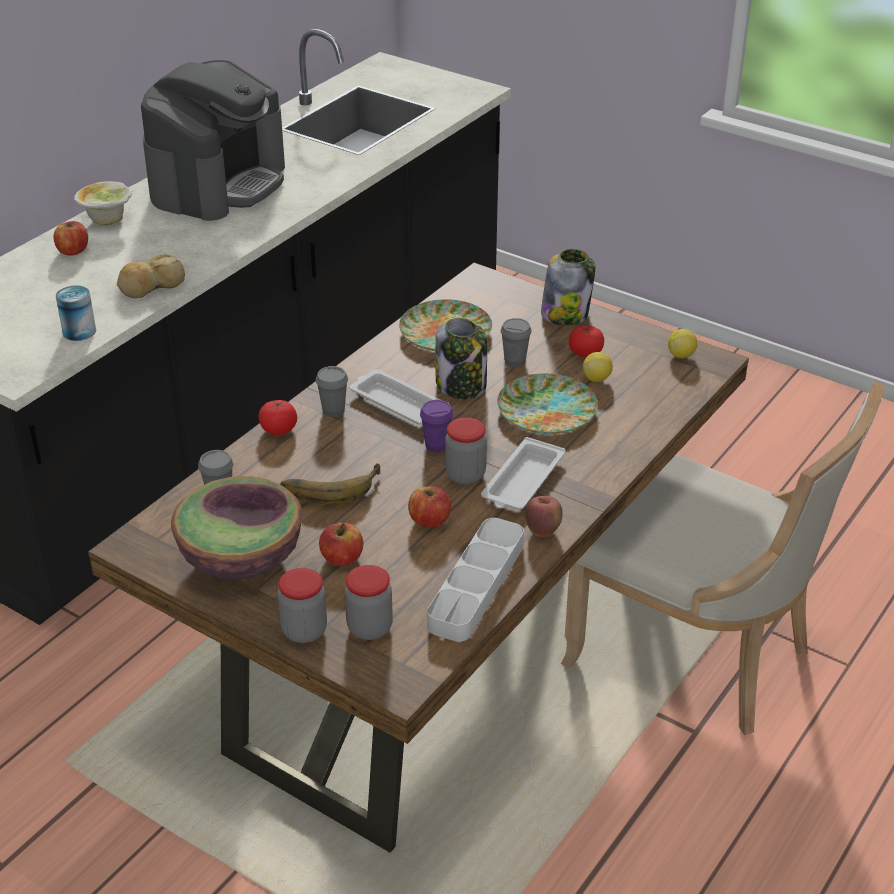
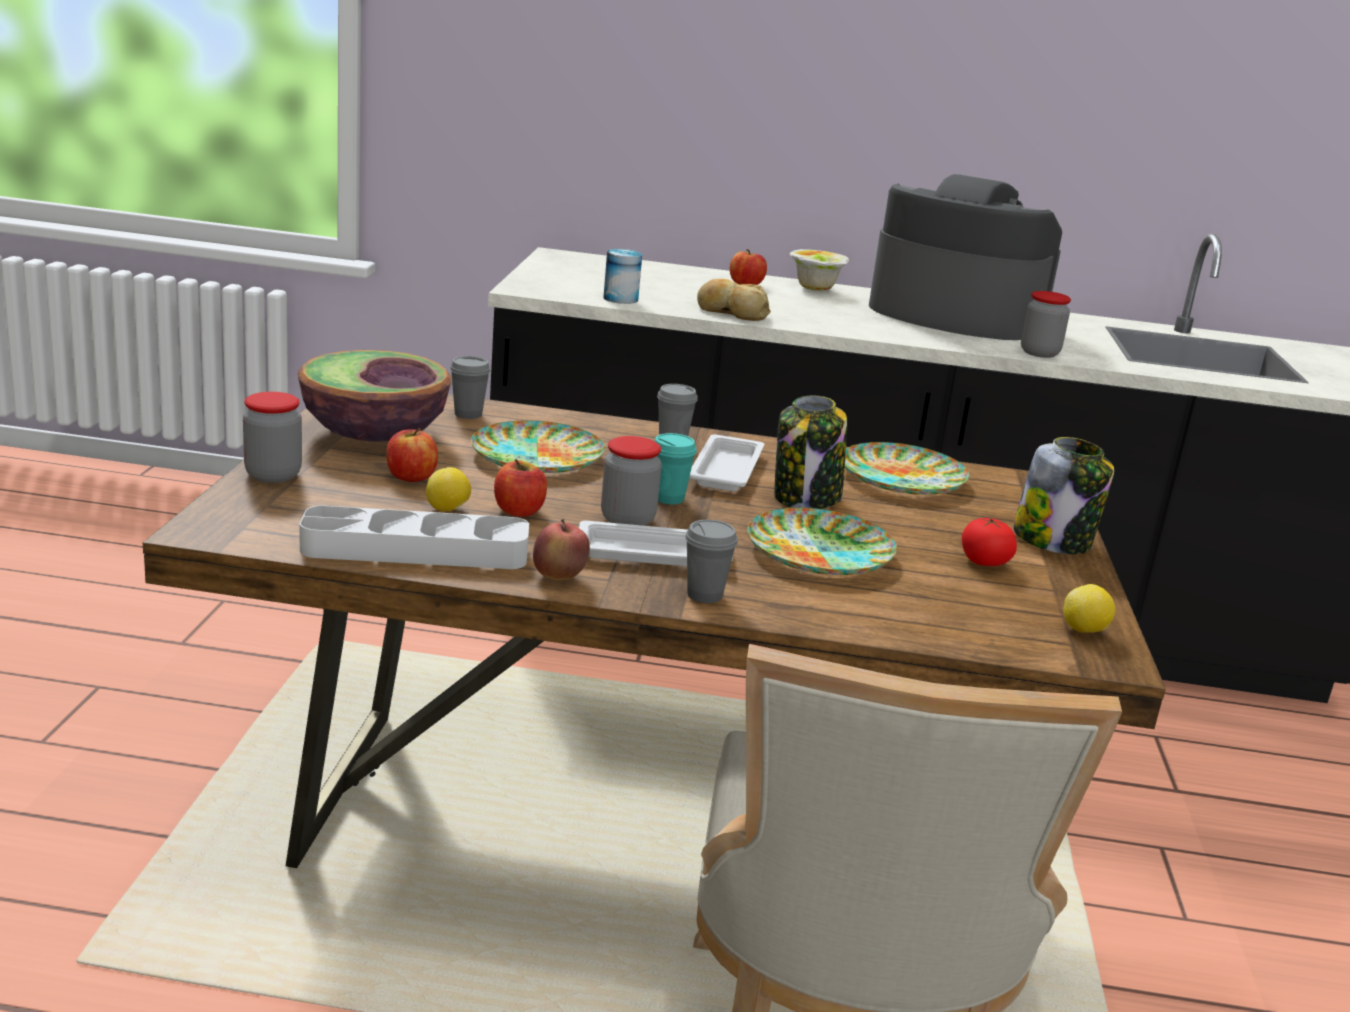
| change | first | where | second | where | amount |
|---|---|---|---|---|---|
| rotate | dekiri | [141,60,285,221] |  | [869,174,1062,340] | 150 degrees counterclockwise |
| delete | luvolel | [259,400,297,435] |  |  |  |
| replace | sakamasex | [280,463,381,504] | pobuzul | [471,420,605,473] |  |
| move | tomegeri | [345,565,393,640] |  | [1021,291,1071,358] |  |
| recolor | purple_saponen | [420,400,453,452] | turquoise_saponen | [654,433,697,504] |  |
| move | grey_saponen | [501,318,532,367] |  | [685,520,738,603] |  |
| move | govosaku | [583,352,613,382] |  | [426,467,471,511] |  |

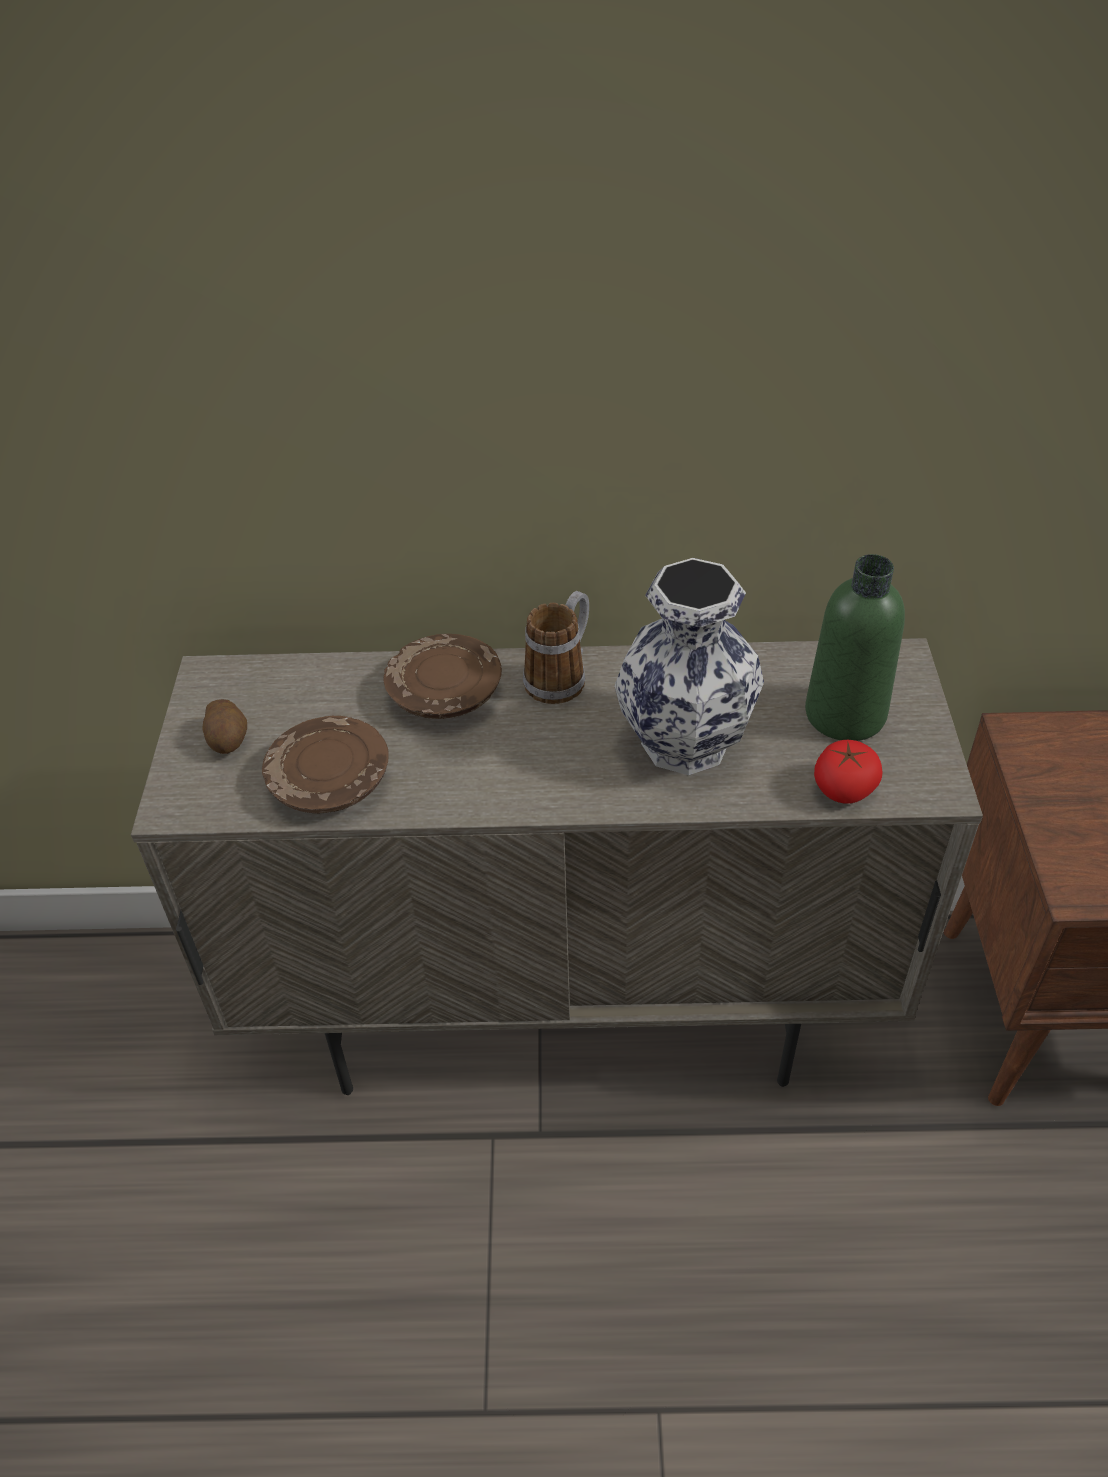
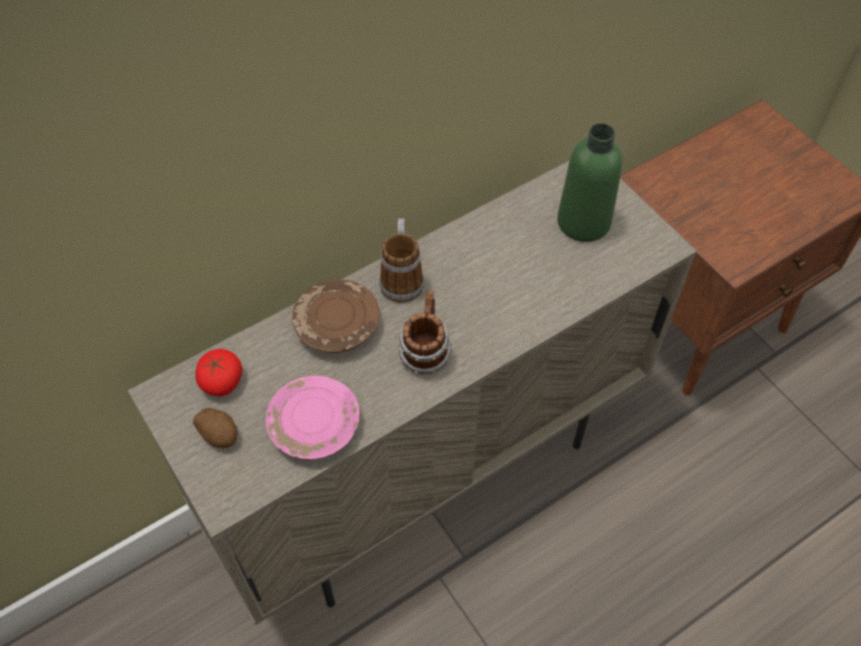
| change | first | where | second | where | amount |
|---|---|---|---|---|---|
| recolor | brown_pobuzul | [262,716,389,813] | pink_pobuzul | [265,375,360,460] |  |
| delete | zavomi | [615,558,764,775] |  |  |  |
| move | luvolel | [814,740,883,804] |  | [196,349,242,396] |  |
| insert |  |  | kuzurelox | [398,291,452,375] |  |

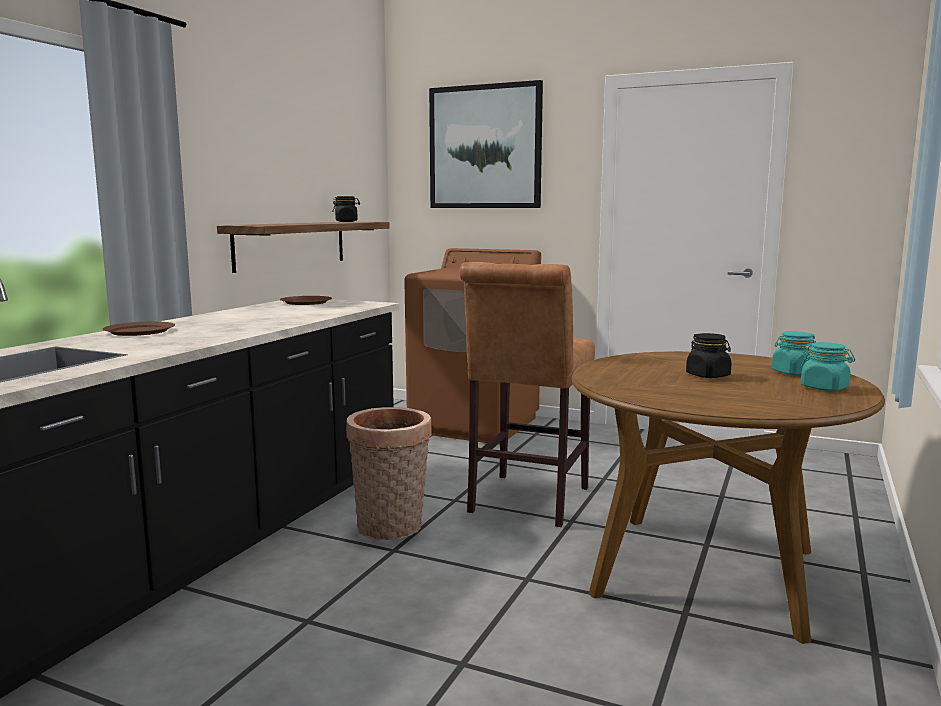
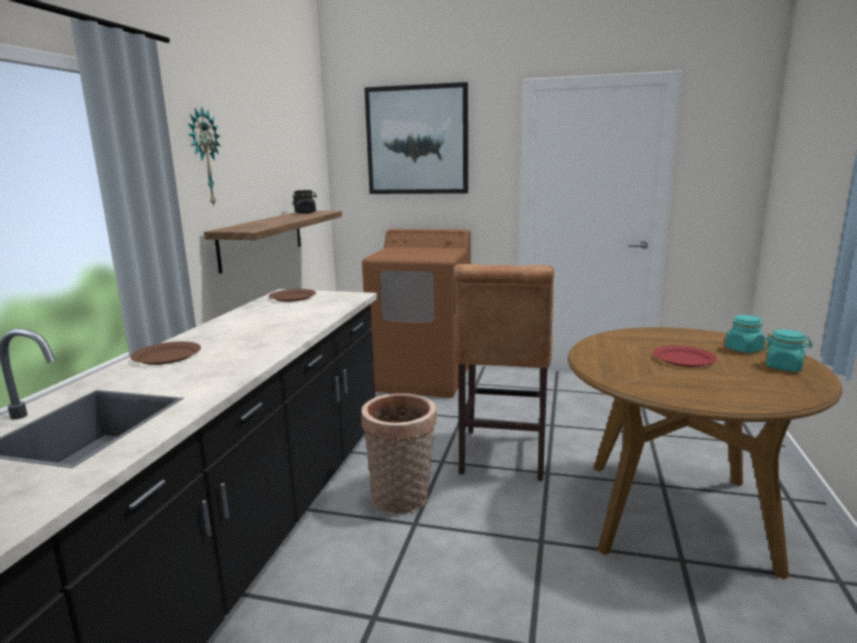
| change | first | where | second | where | amount |
|---|---|---|---|---|---|
| replace | black_tomegeri | [686,333,732,378] | red_pobuzul | [653,345,717,367] |  |
| insert |  |  | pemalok | [188,106,220,207] |  |

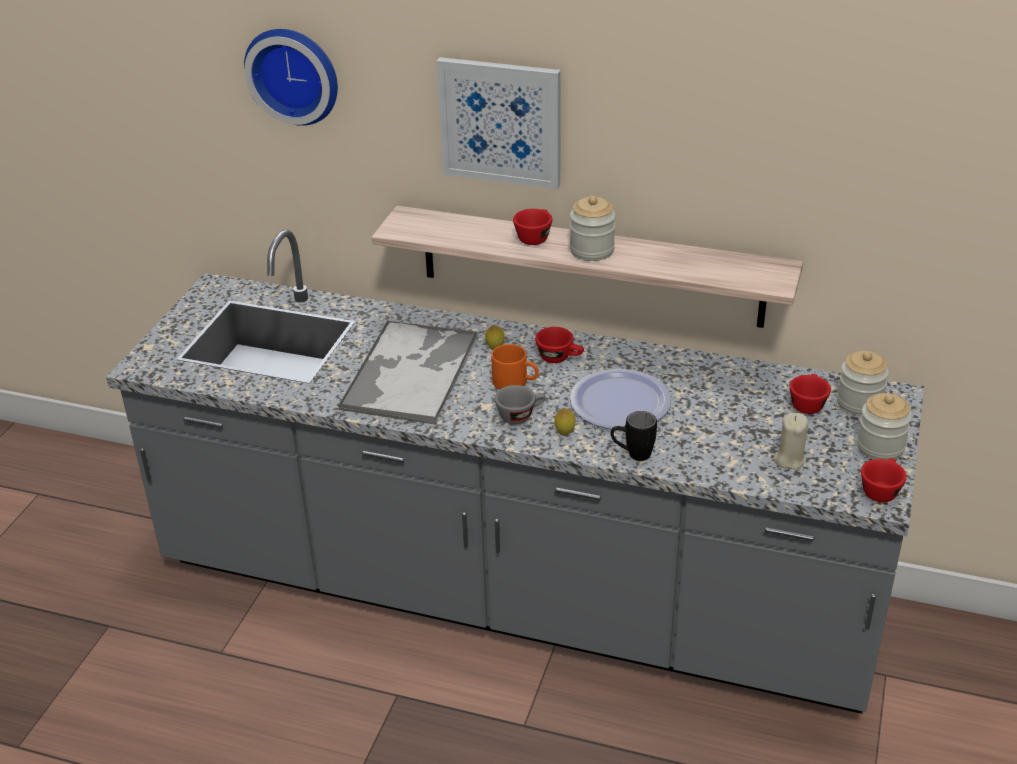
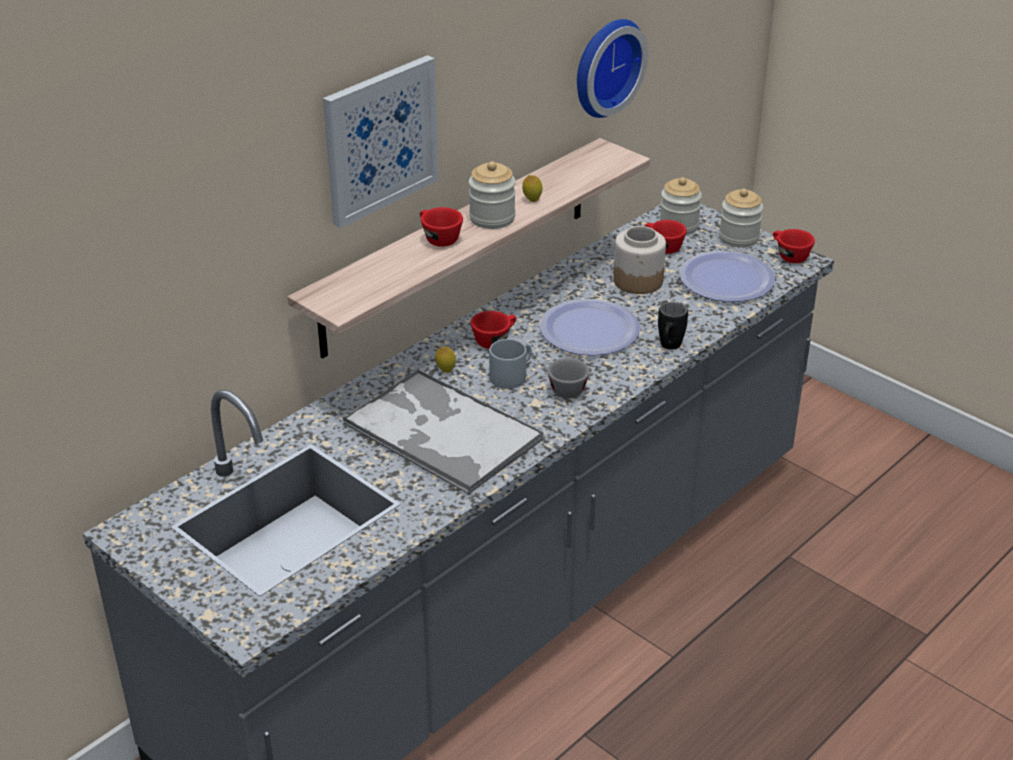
| change | first | where | second | where | amount |
|---|---|---|---|---|---|
| move | pemalok | [244,29,338,126] |  | [577,19,648,118] |  |
| recolor | orange_kuzurelox | [491,344,539,389] | grey_kuzurelox | [489,339,532,389] |  |
| move | govosaku | [554,408,575,436] |  | [522,175,542,202] |  |
| replace | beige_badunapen | [774,413,808,470] | pobuzul | [679,251,775,302] |  |
| insert |  |  | tomegeri | [613,226,666,294] |  |

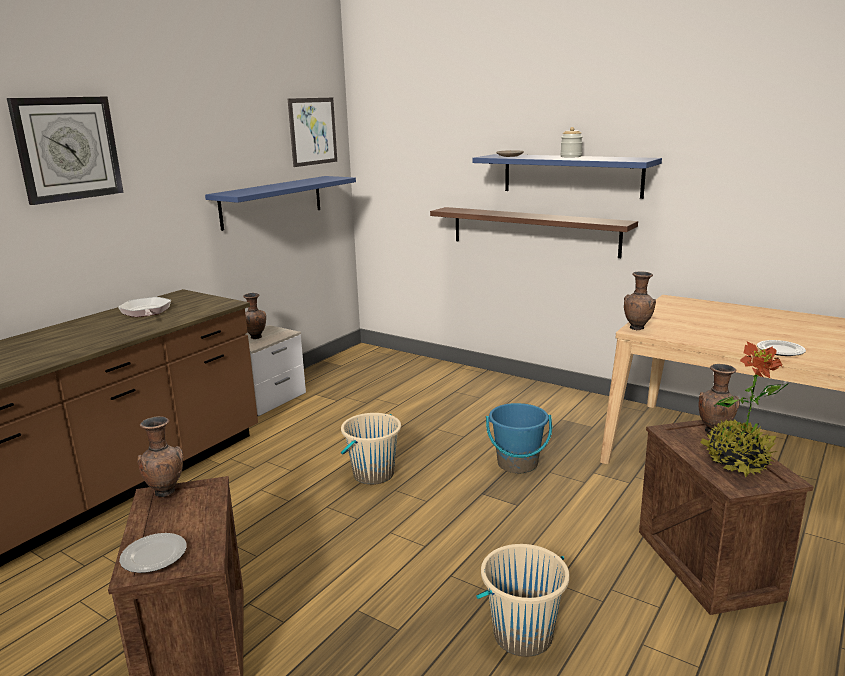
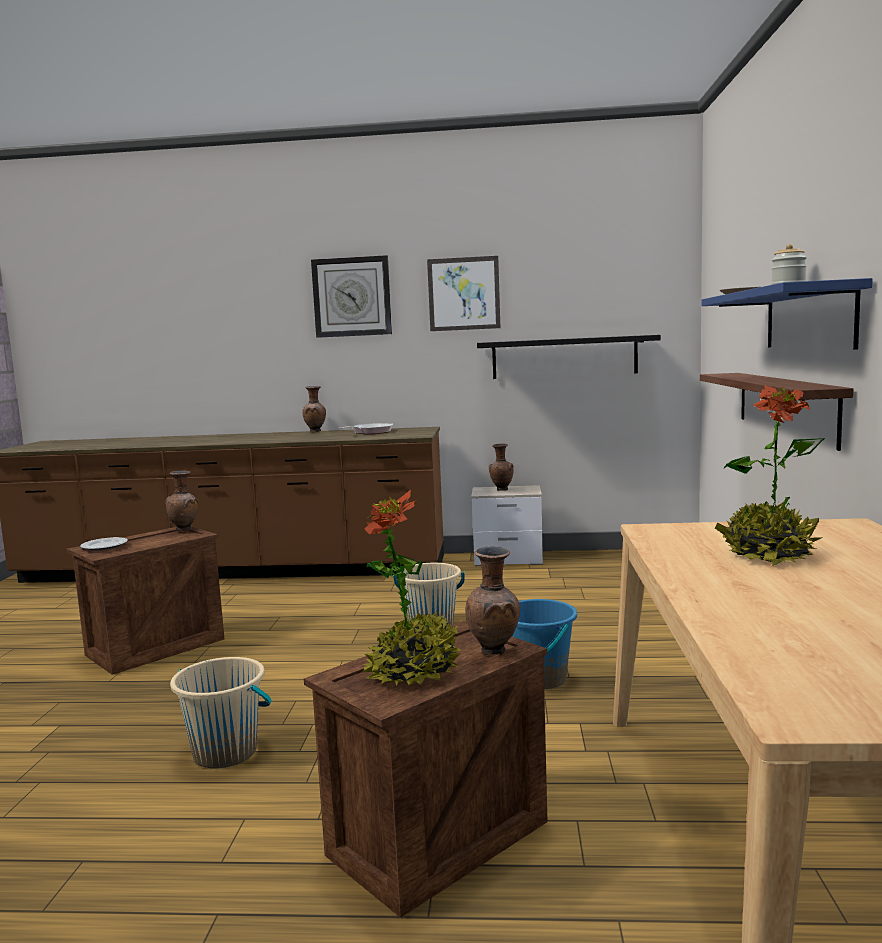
| change | first | where | second | where | amount |
|---|---|---|---|---|---|
| recolor | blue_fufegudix | [205,176,356,231] | black_fufegudix | [477,335,661,379] |  |
| move | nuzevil | [288,98,337,167] |  | [427,256,500,331] |  |
| move | brown_zavomi | [624,271,656,331] |  | [302,386,326,432] |  |
| delete | pobuzul | [757,340,806,356] |  |  |  |
| insert |  |  | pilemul | [715,385,825,566] |  |

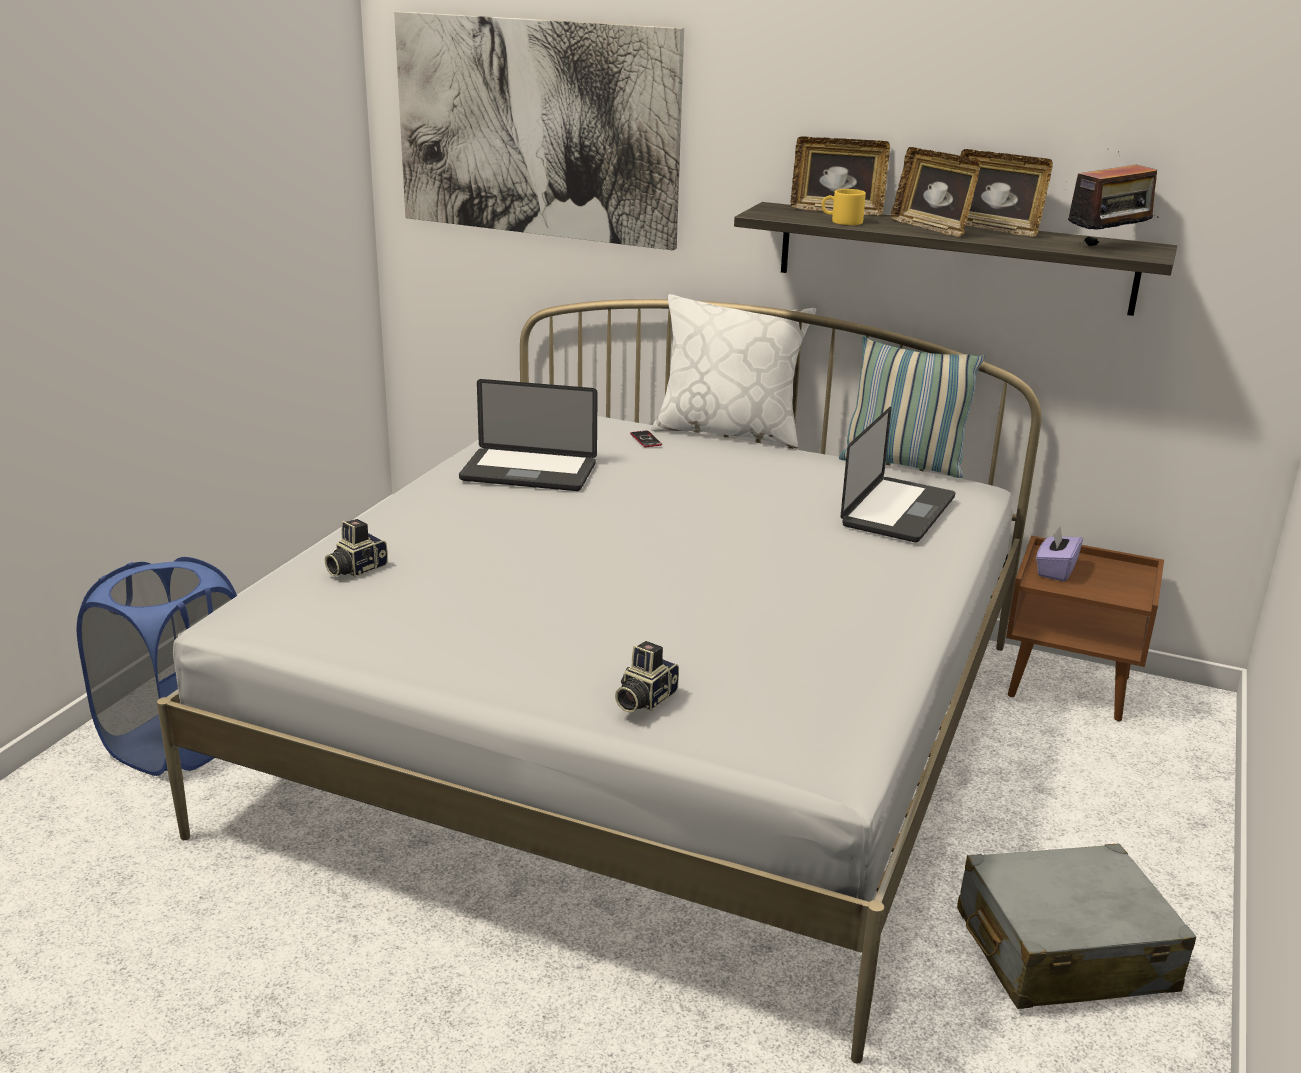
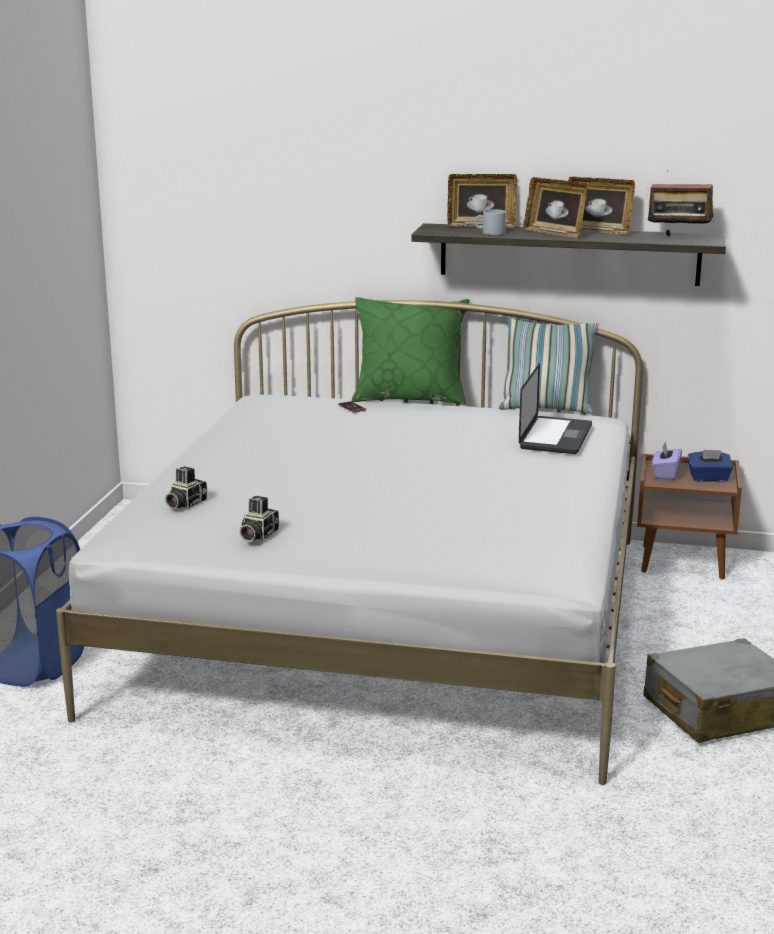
| change | first | where | second | where | amount |
|---|---|---|---|---|---|
| delete | nuzevil | [394,11,684,250] |  |  |  |
| delete | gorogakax | [459,379,598,491] |  |  |  |
| move | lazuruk | [615,641,679,713] |  | [239,496,279,542] |  |
| recolor | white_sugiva | [651,294,816,448] | green_sugiva | [352,297,470,405] |  |
| recolor | yellow_kuzurelox | [822,189,866,225] | grey_kuzurelox | [474,209,506,235] |  |
| rotate | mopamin | [1068,151,1159,246] |  | [647,170,714,236] | 60 degrees clockwise |
| insert |  |  | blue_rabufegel | [688,449,733,482] |  |

